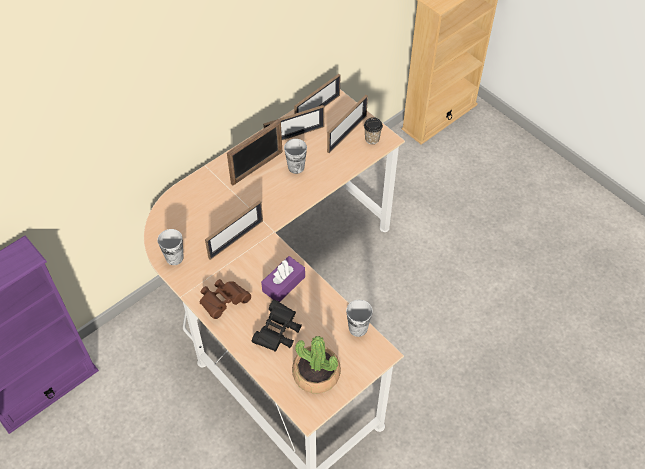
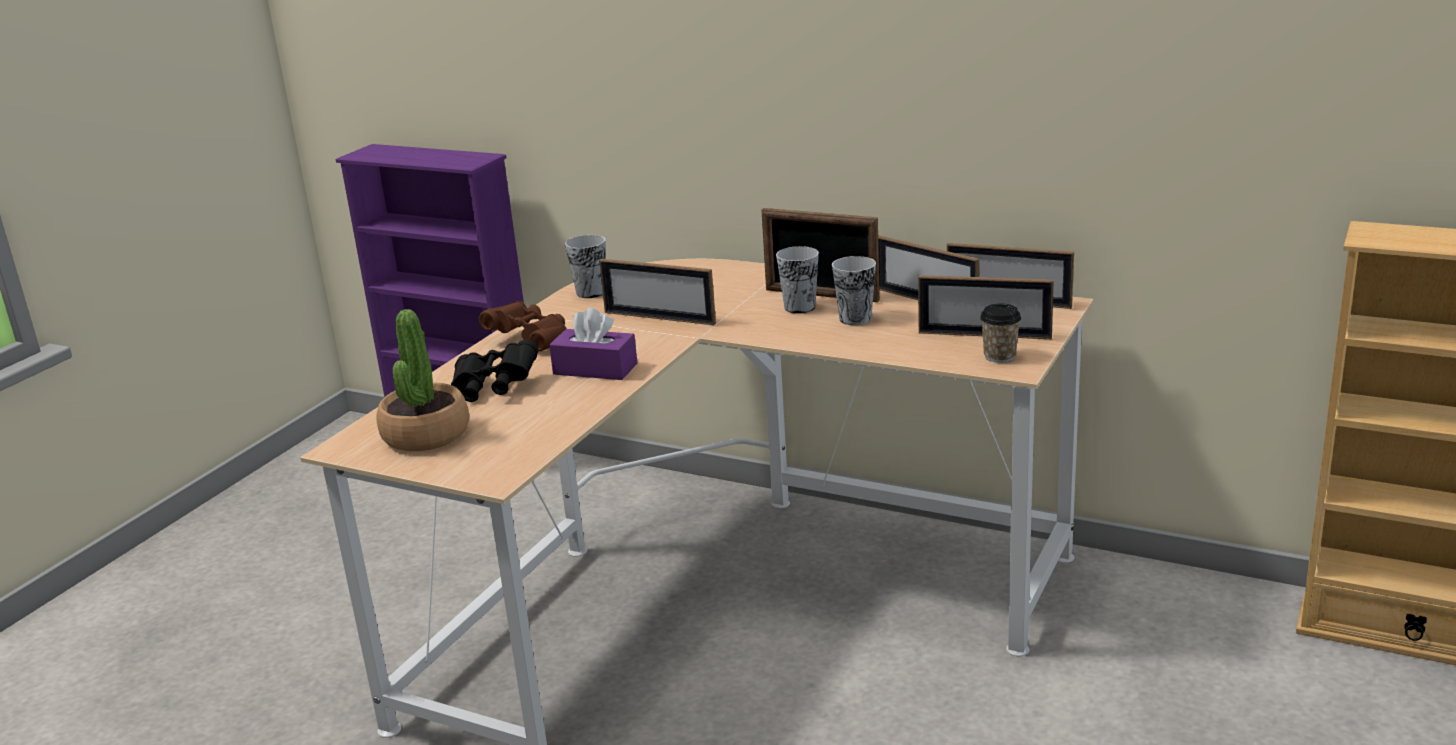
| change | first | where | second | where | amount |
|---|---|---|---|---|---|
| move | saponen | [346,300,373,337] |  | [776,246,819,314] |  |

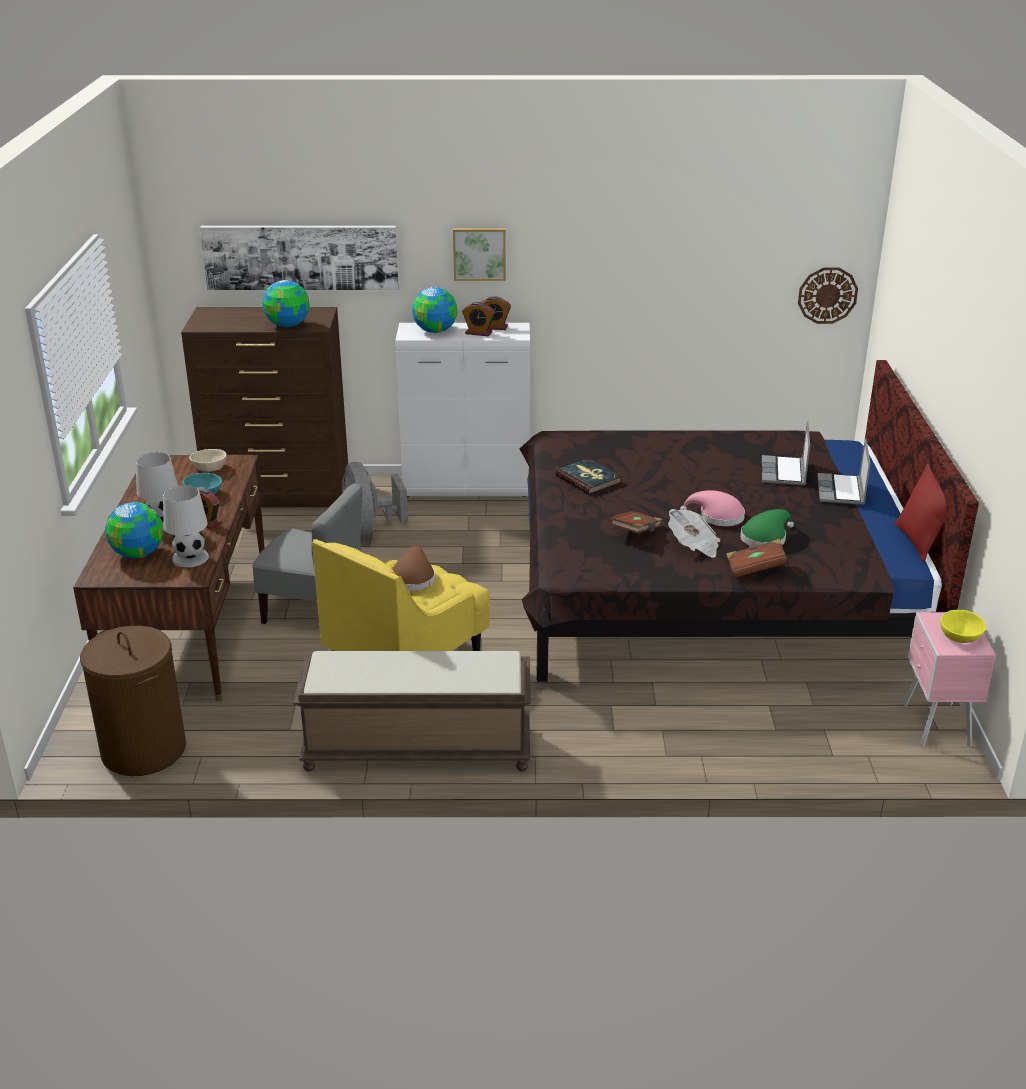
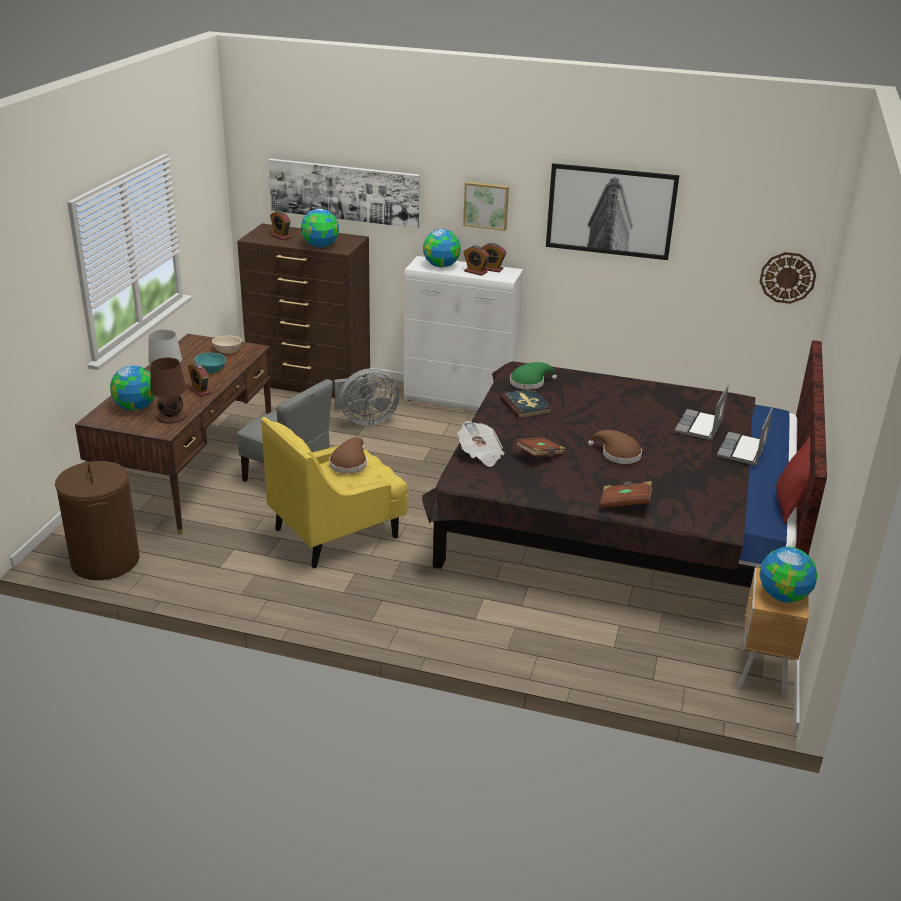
| change | first | where | second | where | amount |
|---|---|---|---|---|---|
| recolor | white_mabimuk | [163,485,209,567] | brown_mabimuk | [151,358,186,424] |  |
| delete | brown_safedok | [293,651,531,772] |  |  |  |
| rotate | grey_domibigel | [342,462,408,535] |  | [334,368,400,426] | 105 degrees counterclockwise |
| move | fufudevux | [668,509,720,558] |  | [458,421,505,467] |  |
| recolor | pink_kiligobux | [680,490,745,526] | brown_kiligobux | [588,430,642,464] |  |
| move | green_kiligobux | [740,509,794,545] |  | [510,362,557,390] |  |
| recolor | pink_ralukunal | [903,612,996,747] | brown_ralukunal | [737,567,809,698] |  |
| replace | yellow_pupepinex | [940,610,986,643] | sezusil | [759,547,818,603] |  |
| insert |  |  | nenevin | [270,210,292,240] |  |
| insert |  |  | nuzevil | [546,163,680,260] |  |

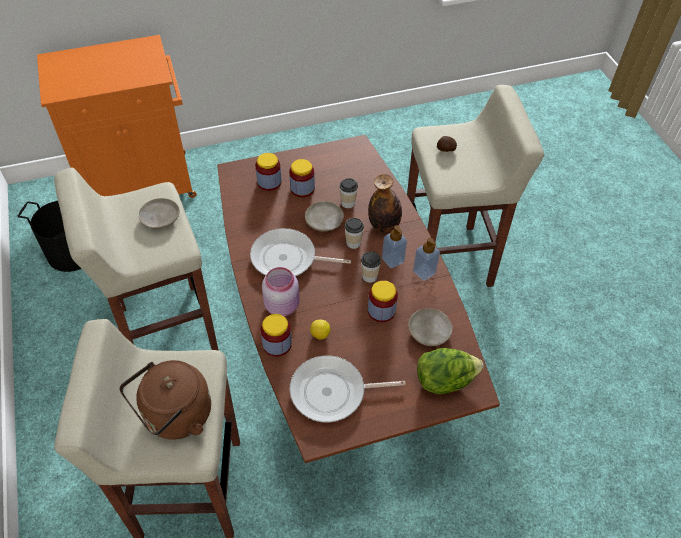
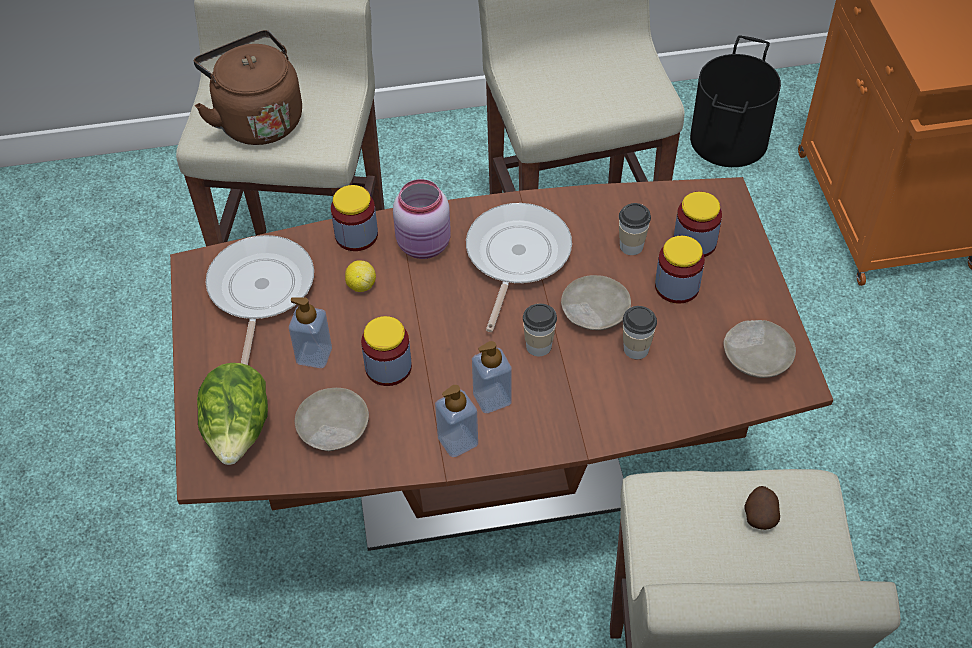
| change | first | where | second | where | amount |
|---|---|---|---|---|---|
| move | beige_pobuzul | [139,198,180,229] |  | [723,320,796,378] |  |
| move | saponen | [361,251,381,283] |  | [619,203,651,255] |  |
| delete | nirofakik | [368,174,402,233] |  |  |  |
| insert |  |  | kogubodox | [289,297,332,368] |  |

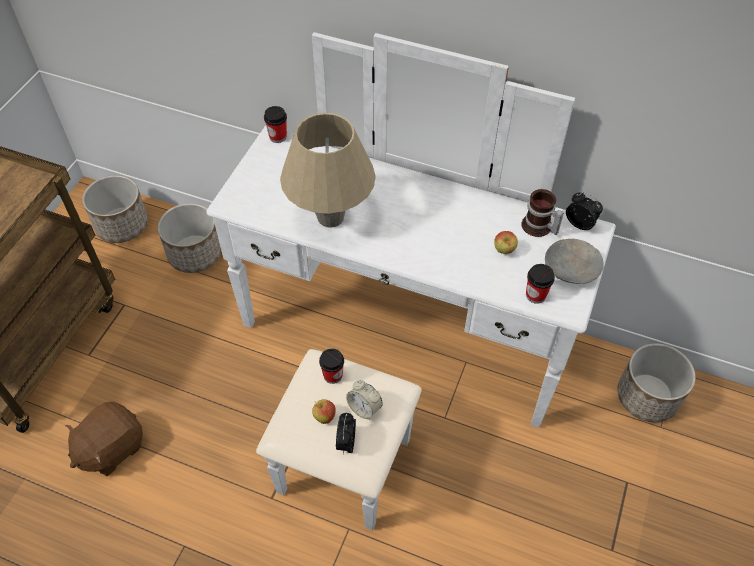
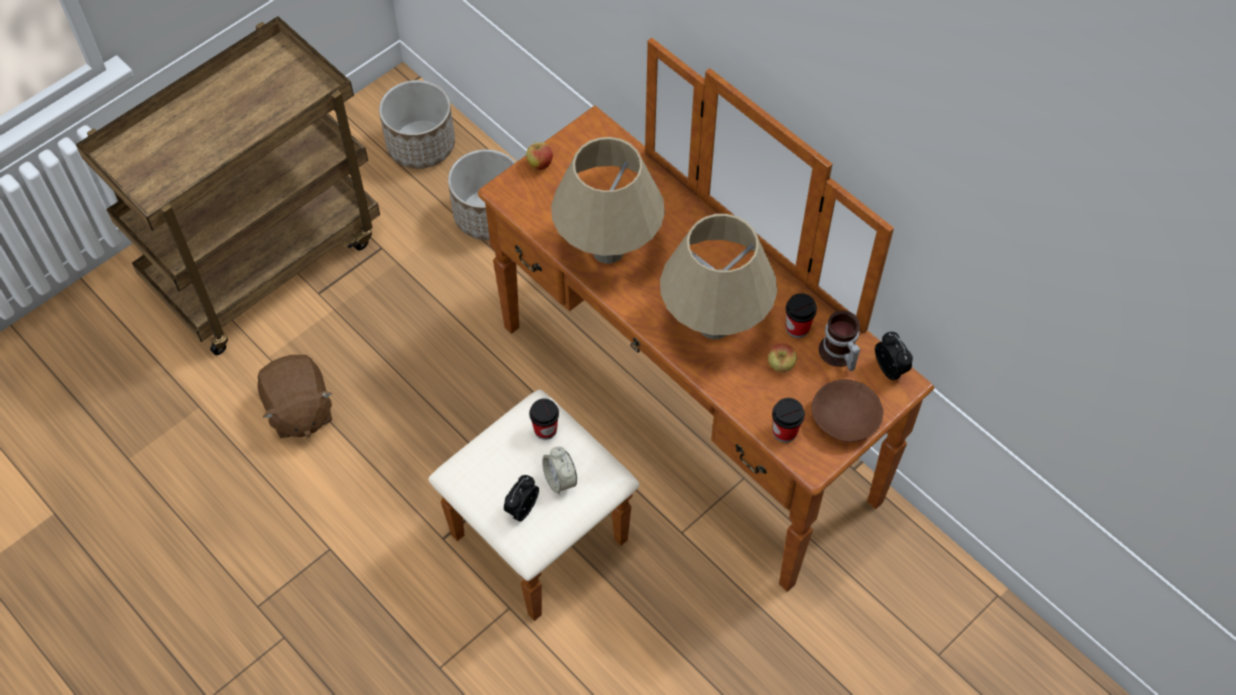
| change | first | where | second | where | amount |
|---|---|---|---|---|---|
| rotate | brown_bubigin | [65,402,143,476] |  | [258,355,332,438] | 90 degrees counterclockwise |
| recolor | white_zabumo | [206,32,616,530] | brown_zabumo | [428,38,934,621] |  |
| move | saponen | [264,106,287,143] |  | [785,293,817,338] |  |
| move | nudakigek | [312,399,336,424] |  | [526,140,553,170] |  |
| recolor | grey_pupepinex | [545,239,604,284] | brown_pupepinex | [811,379,883,442] |  |
| delete | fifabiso | [617,343,696,422] |  |  |  |
| insert |  |  | beige_mabimuk | [660,214,777,339] |  |

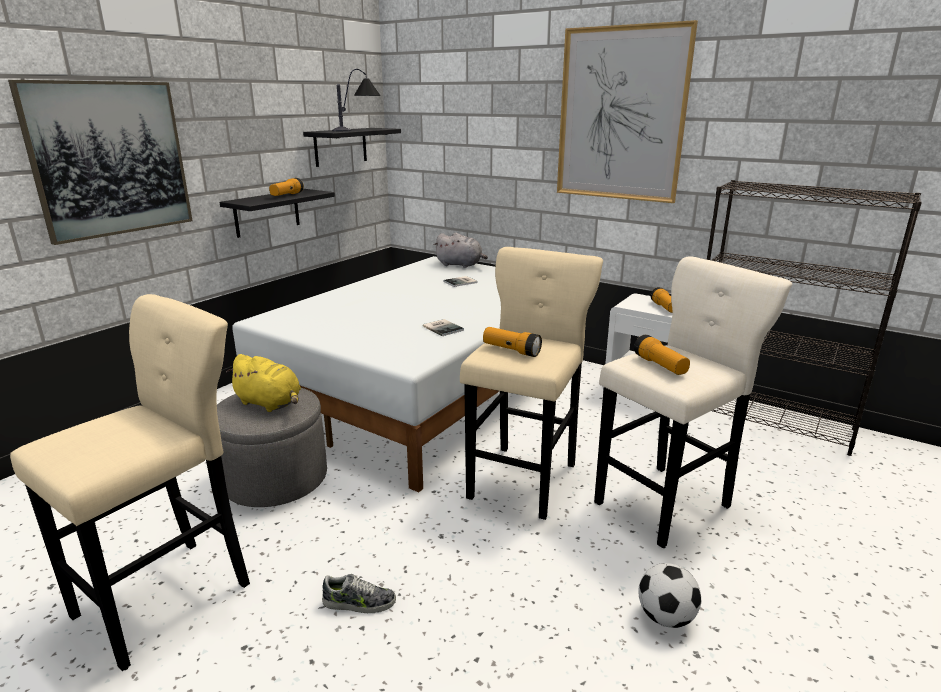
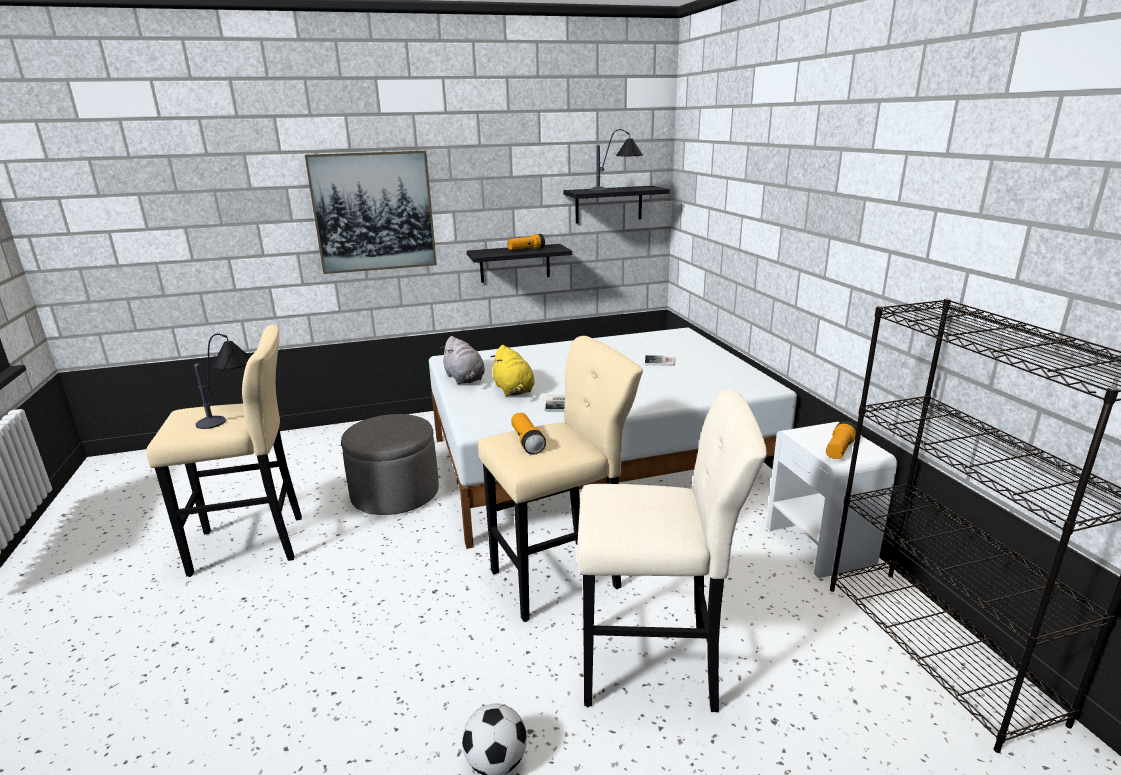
| change | first | where | second | where | amount |
|---|---|---|---|---|---|
| move | yellow_bubigin | [226,354,301,412] |  | [491,345,535,396] |  |
| delete | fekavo | [322,574,396,613] |  |  |  |
| move | grey_bubigin | [434,233,488,268] |  | [440,336,485,385] |  |
| delete | nuzevil | [557,20,698,203] |  |  |  |
| delete | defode | [634,334,690,375] |  |  |  |
| insert |  |  | mabimuk | [194,333,250,429] |  |

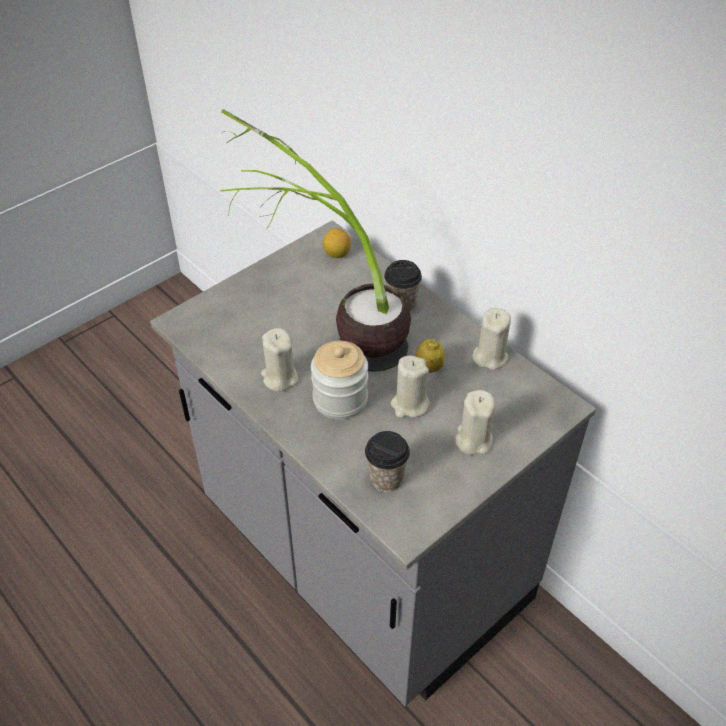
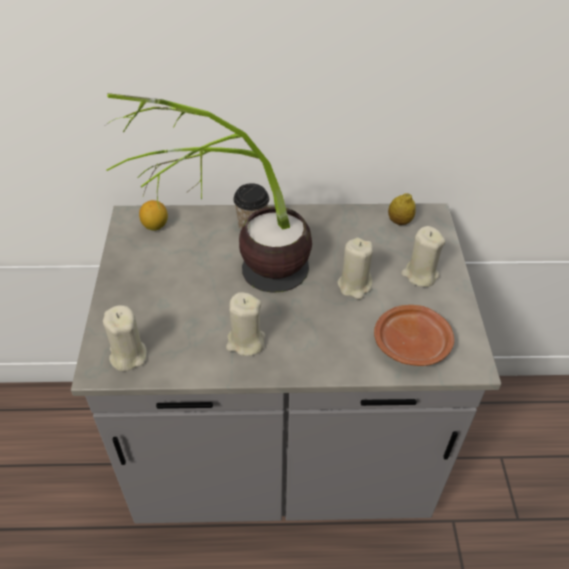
| change | first | where | second | where | amount |
|---|---|---|---|---|---|
| delete | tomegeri | [311,341,368,420] |  |  |  |
| replace | saponen | [365,431,410,492] | brown_pobuzul | [374,305,454,366] |  |
| move | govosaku | [416,339,445,373] |  | [388,193,416,225] |  |
| move | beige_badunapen | [473,308,511,370] |  | [103,305,147,371] |  |

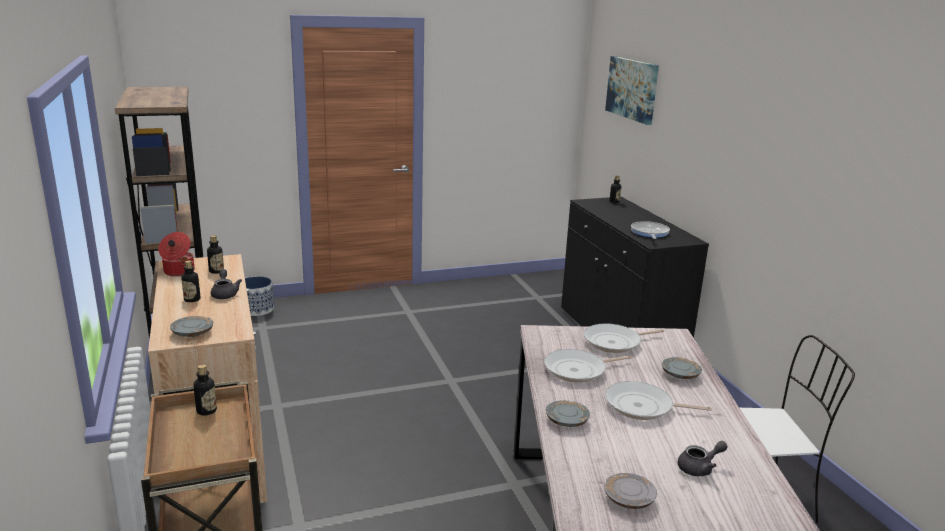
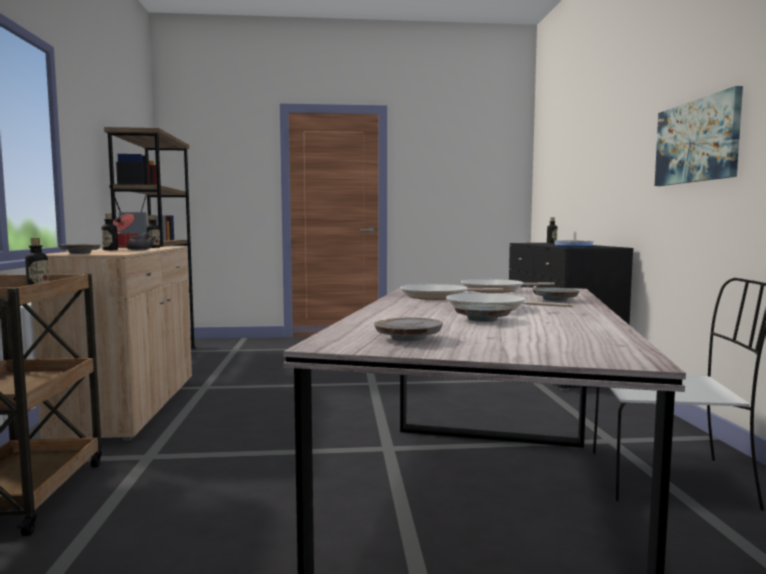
| change | first | where | second | where | amount |
|---|---|---|---|---|---|
| delete | fifabiso | [245,276,274,316] |  |  |  |
| move | grey_pobuzul | [546,400,590,427] |  | [454,303,512,322] |  |
| move | nuzevil | [605,56,659,125] |  | [655,86,743,186] |  |
| delete | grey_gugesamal | [678,441,728,476] |  |  |  |

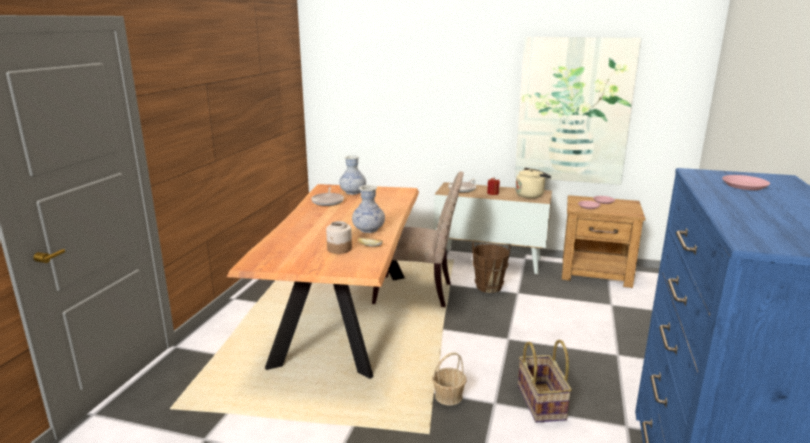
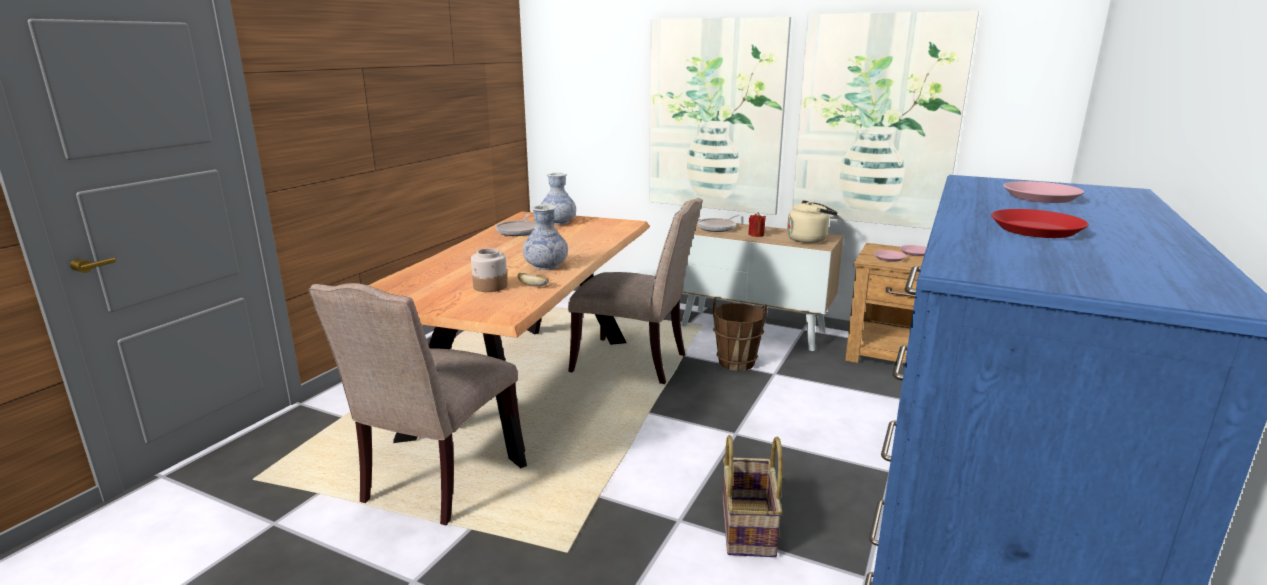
| change | first | where | second | where | amount |
|---|---|---|---|---|---|
| delete | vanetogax | [432,352,467,405] |  |  |  |
| insert |  |  | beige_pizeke | [309,283,525,525] |  |
| insert |  |  | nuzevil | [649,17,791,215] |  |
| insert |  |  | red_pobuzul | [991,209,1089,238] |  |

